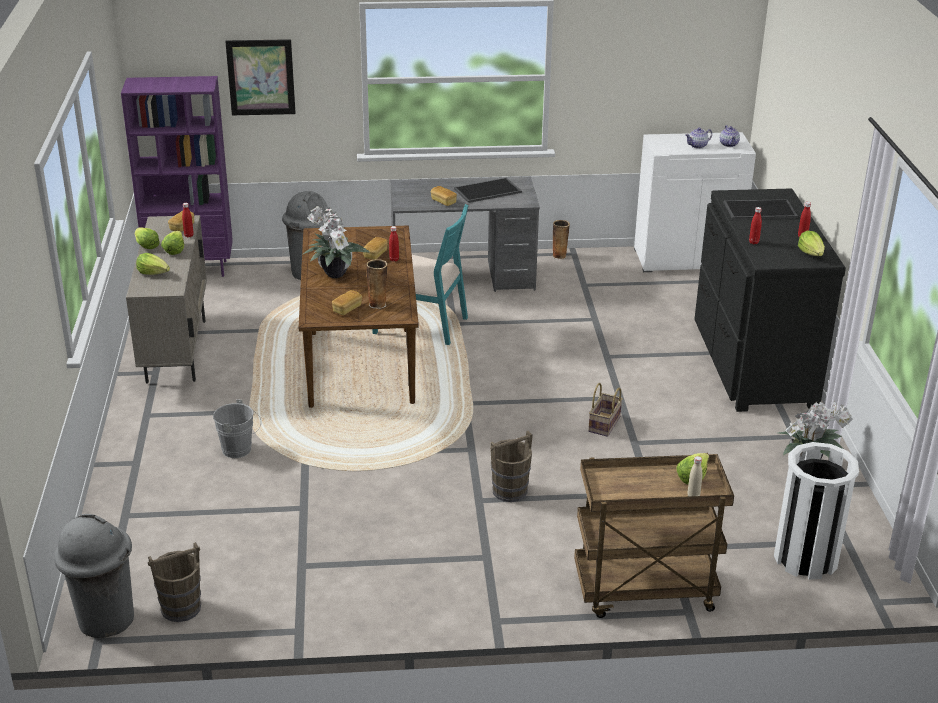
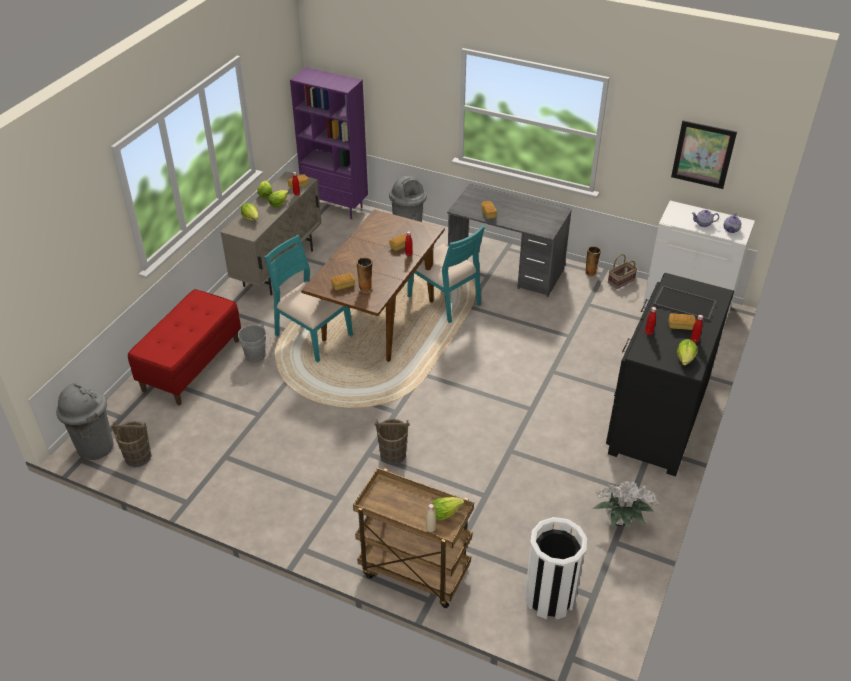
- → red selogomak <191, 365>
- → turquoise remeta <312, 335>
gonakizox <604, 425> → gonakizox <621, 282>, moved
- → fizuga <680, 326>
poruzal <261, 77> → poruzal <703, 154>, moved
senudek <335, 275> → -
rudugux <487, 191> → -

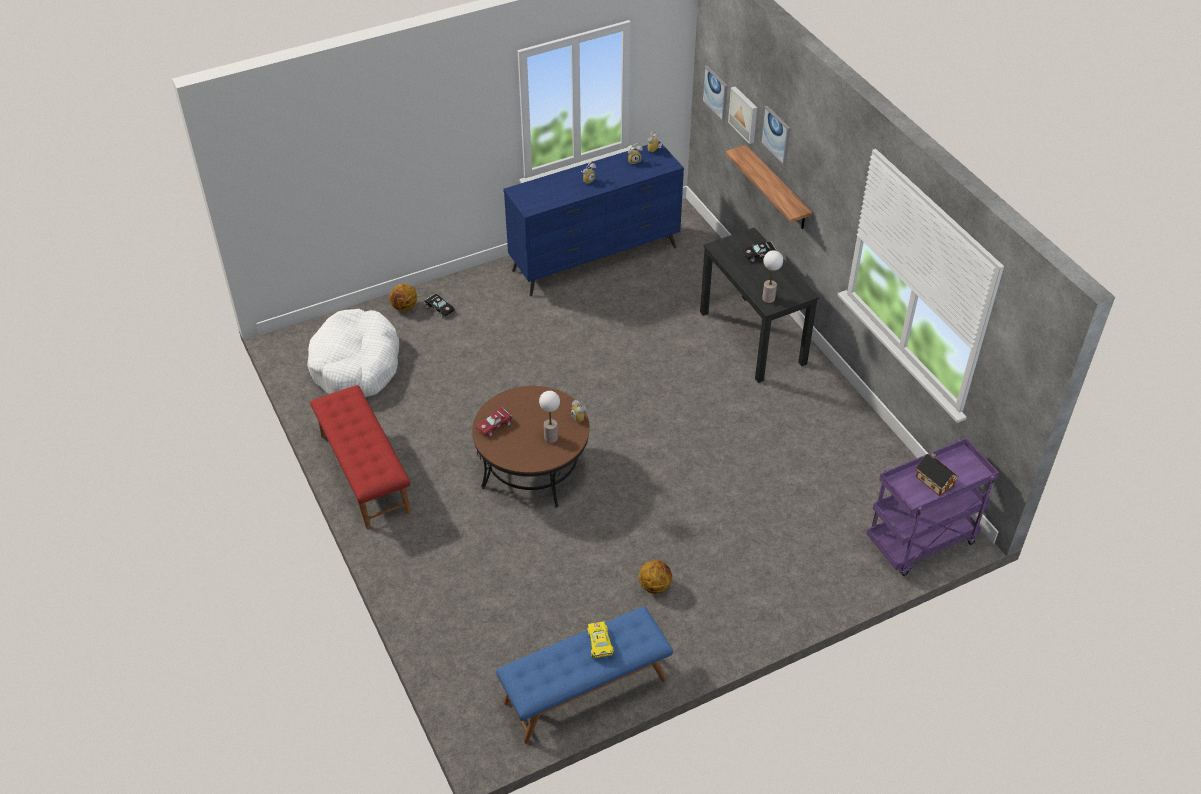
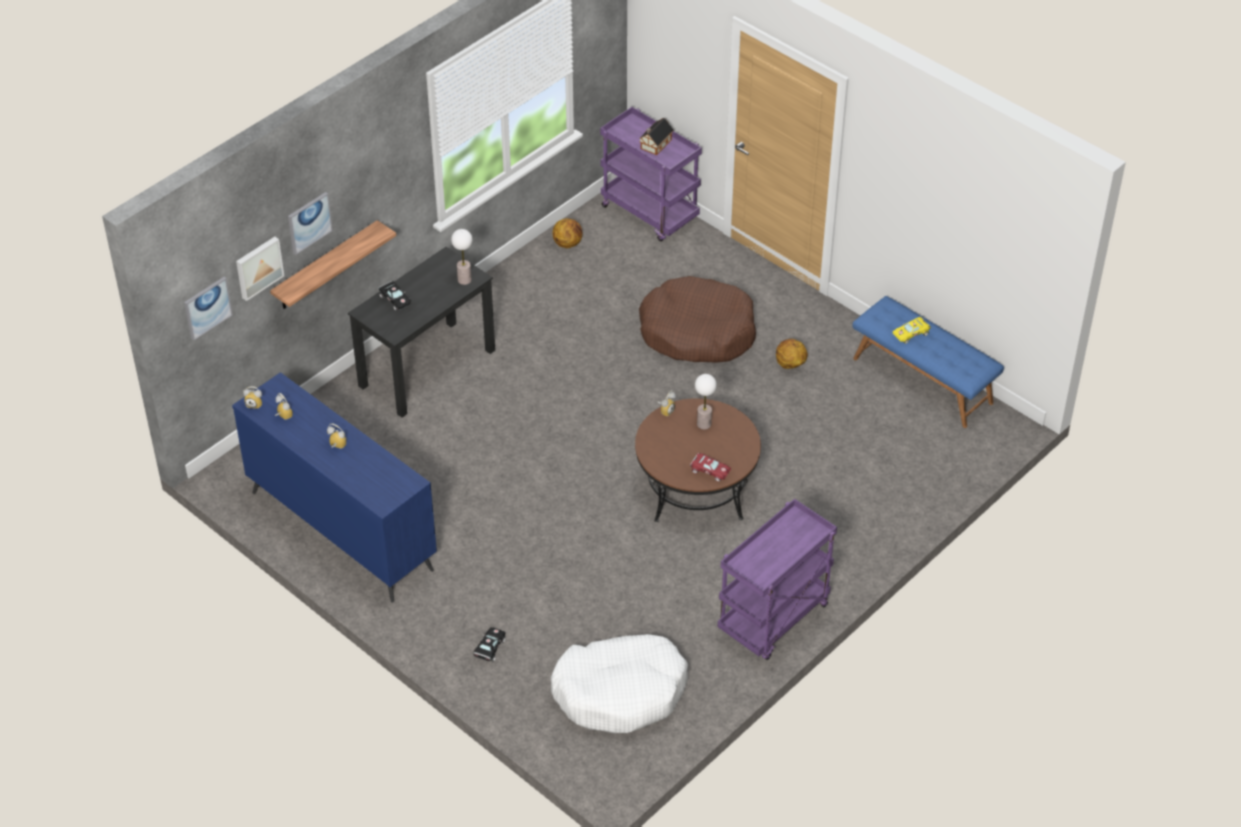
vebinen <404, 307> → vebinen <568, 243>, moved
- → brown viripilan <697, 332>
red selogomak <364, 473> → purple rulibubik <773, 620>

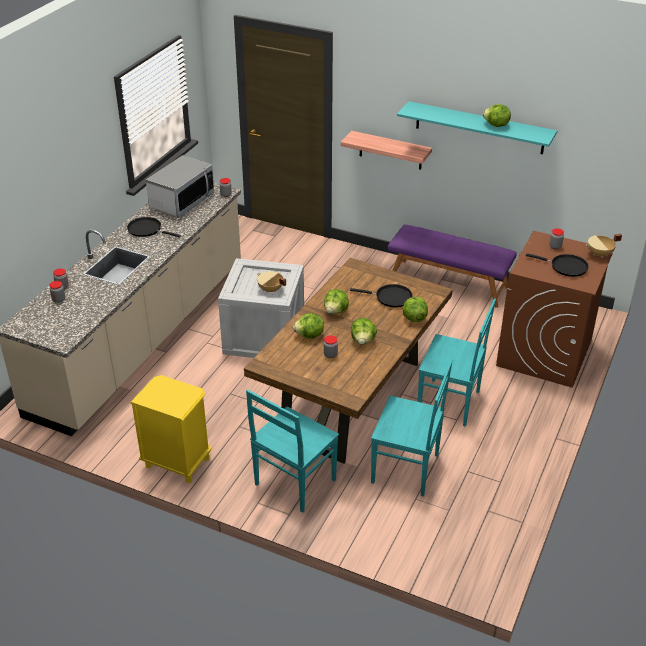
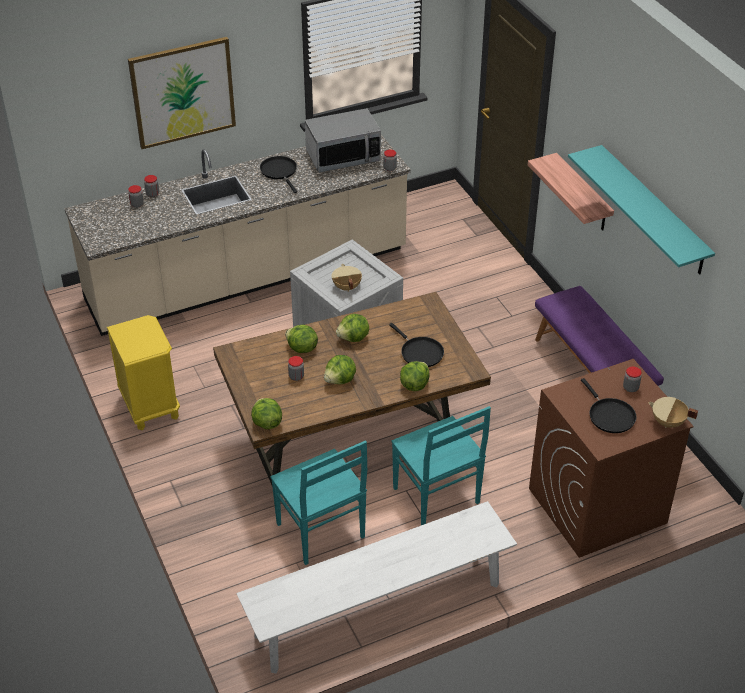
- → poruzal <183, 92>
- → white selogomak <378, 610>
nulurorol <496, 125> → nulurorol <266, 423>, moved
turquoise remeta <293, 483> → -

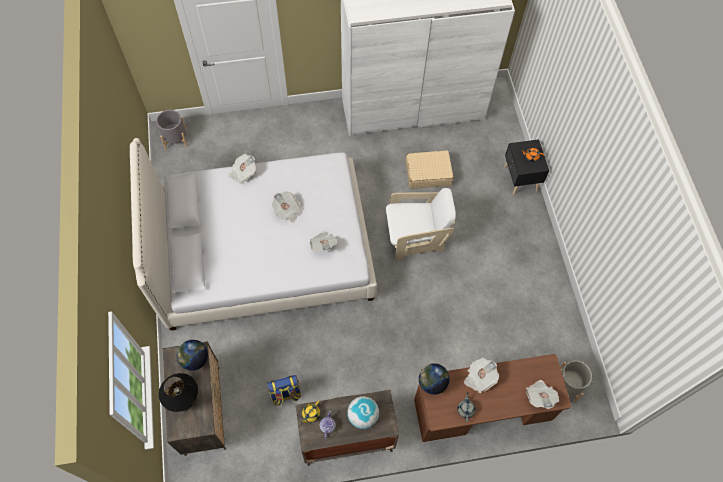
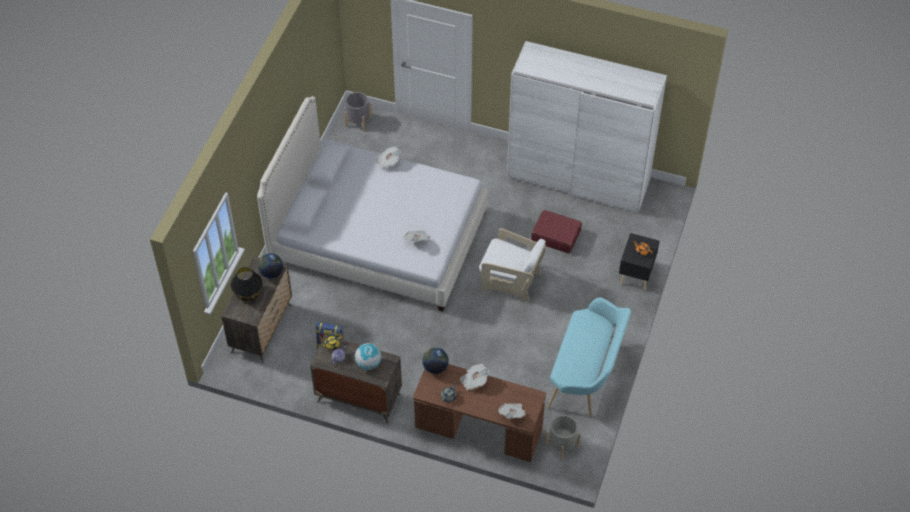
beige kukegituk <427, 173> → red kukegituk <555, 236>
- → turquoise selogomak <586, 375>
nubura <287, 211> → -

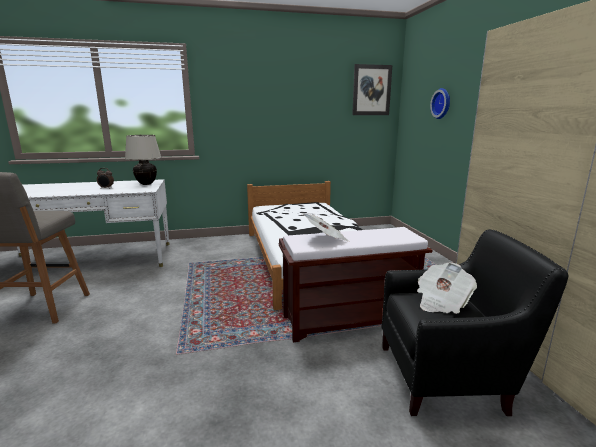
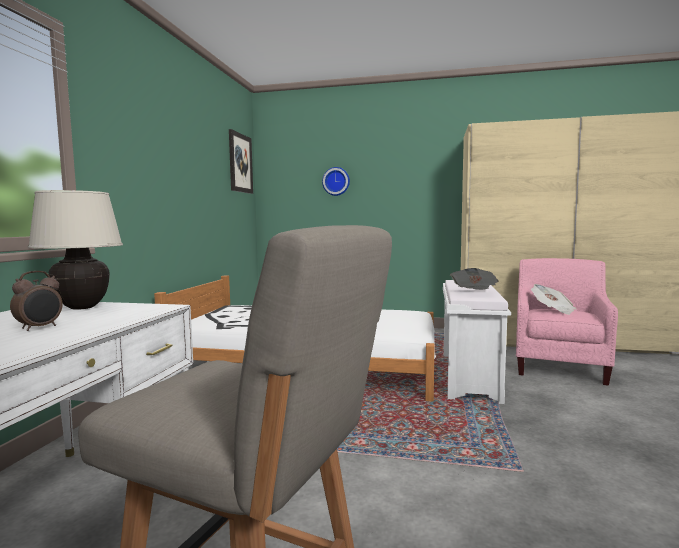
brown selogomak <350, 319> → white selogomak <468, 375>
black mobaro <448, 377> → pink mobaro <560, 366>

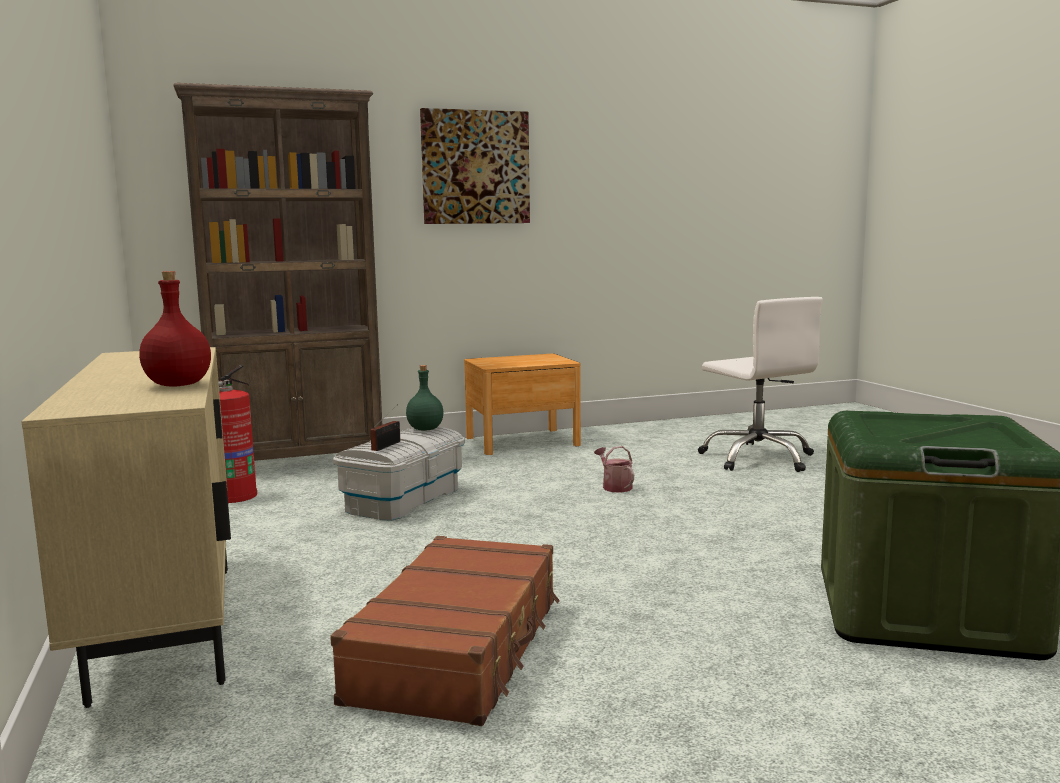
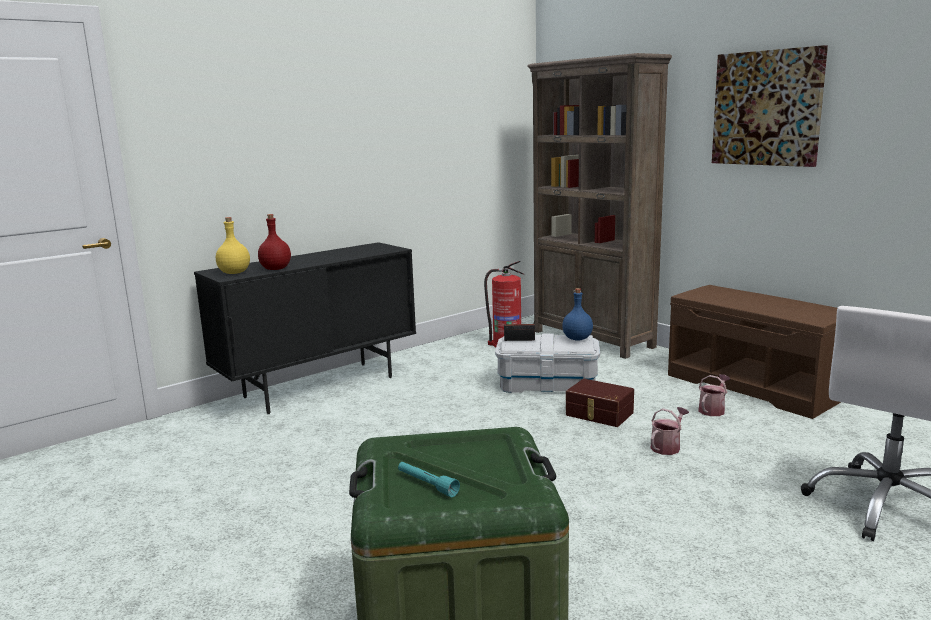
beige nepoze <167, 628> → black nepoze <320, 387>
- → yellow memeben <235, 273>
- → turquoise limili <427, 484>
green memeben <425, 429> → blue memeben <577, 339>
- → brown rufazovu <599, 414>
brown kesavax <522, 441> → brown selogomak <755, 386>
- → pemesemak <713, 409>
brown kukegituk <460, 648> → -

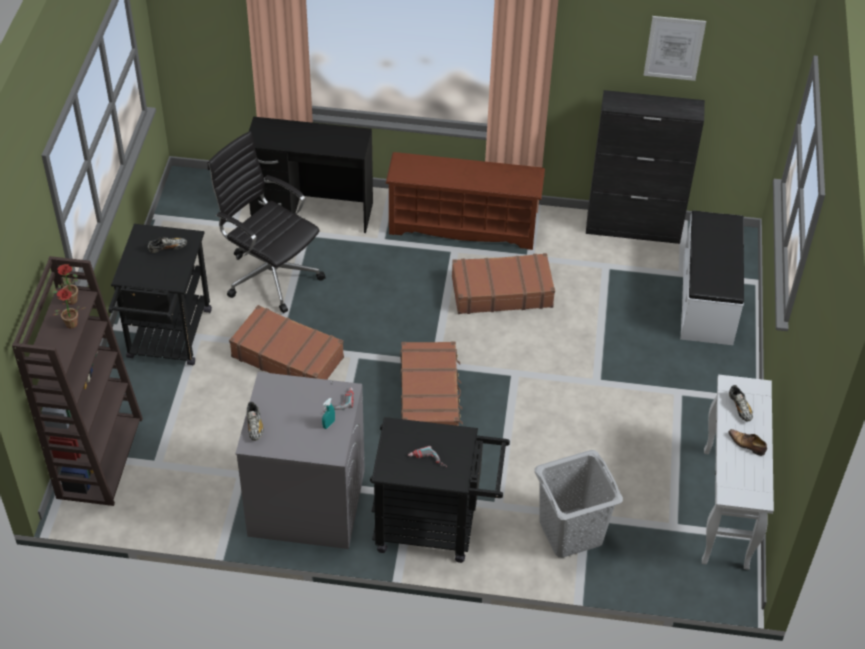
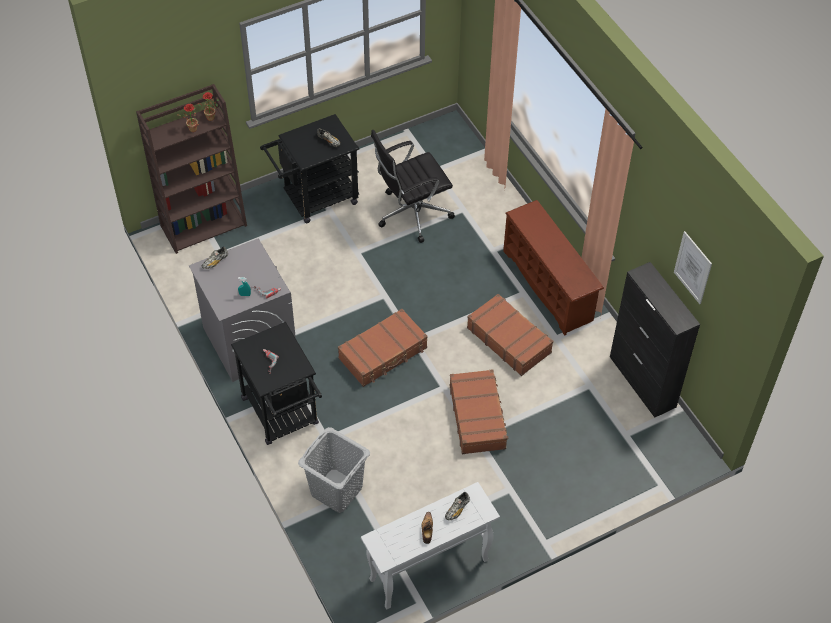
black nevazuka <270, 274> → black nevazuka <411, 214>, 120 degrees counterclockwise
brown kukegituk <287, 356> → brown kukegituk <478, 417>, moved
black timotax <312, 211> → -
white selogomak <708, 299> → -

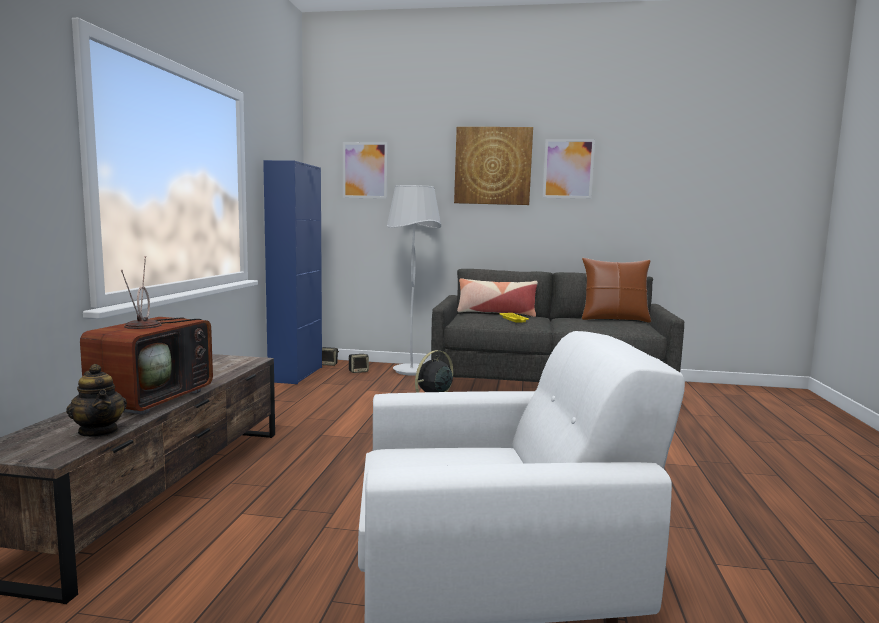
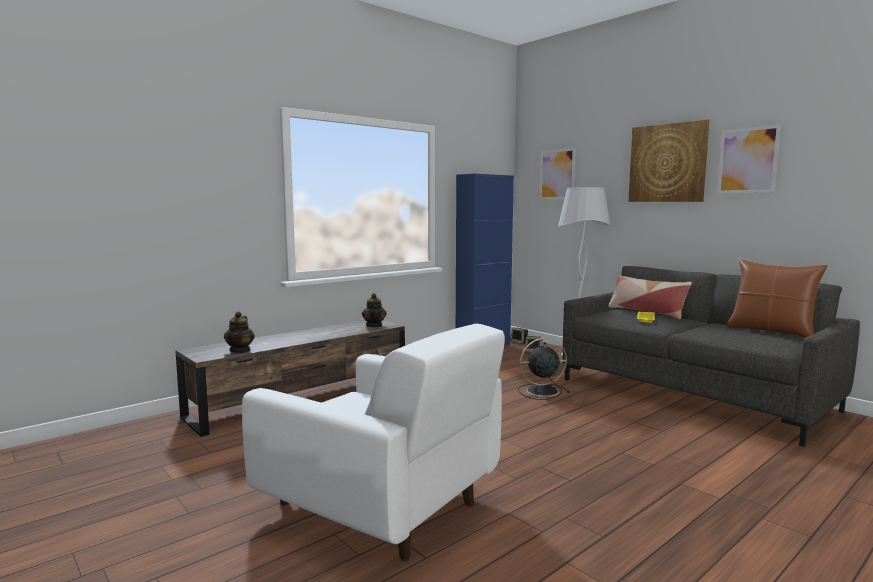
- → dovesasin <374, 325>
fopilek <153, 399> → -

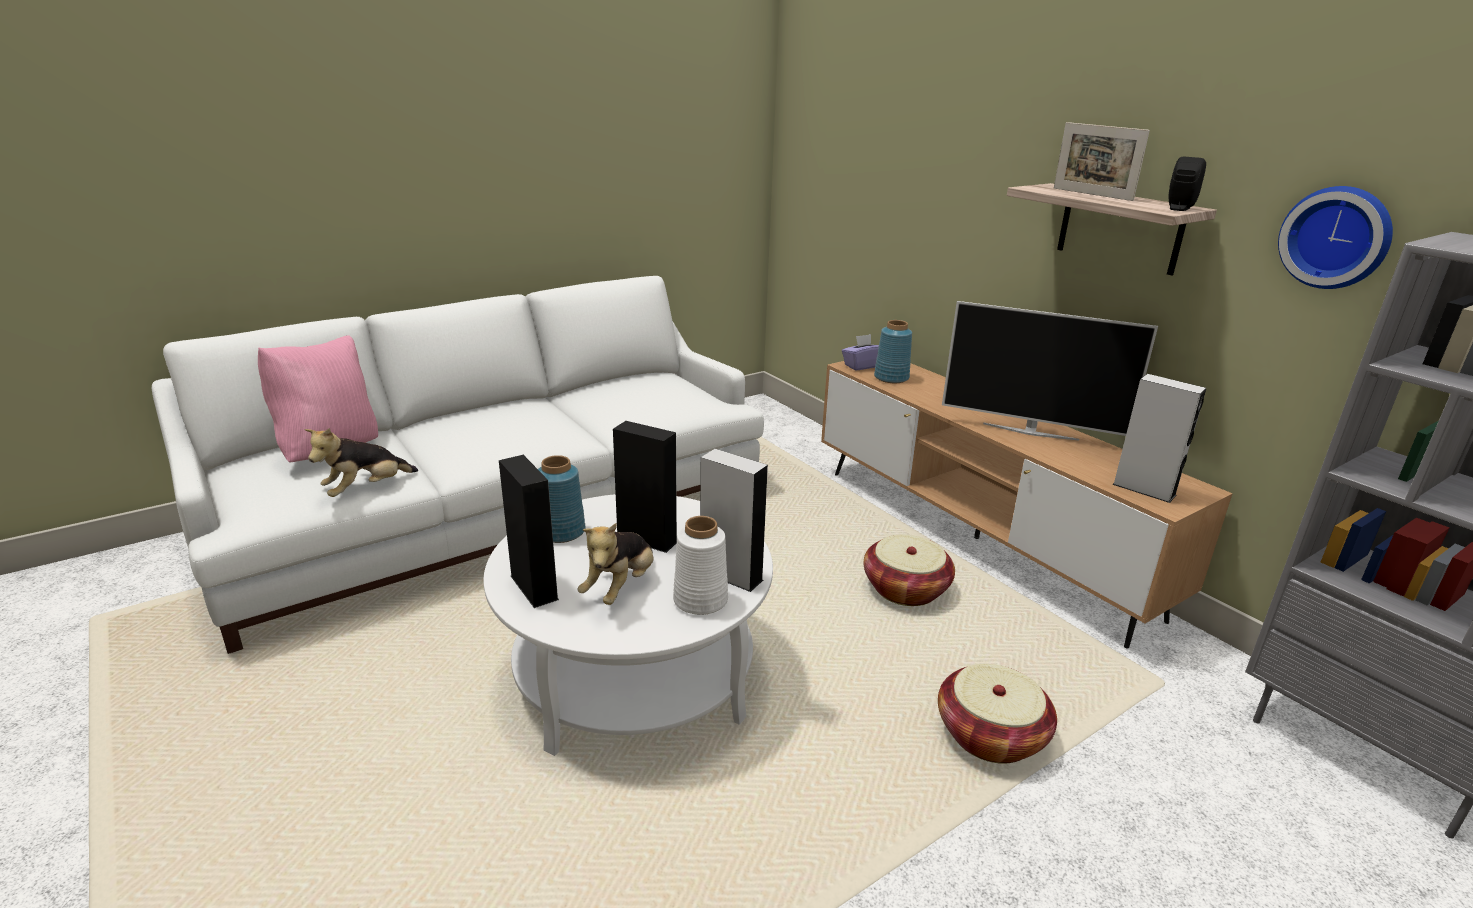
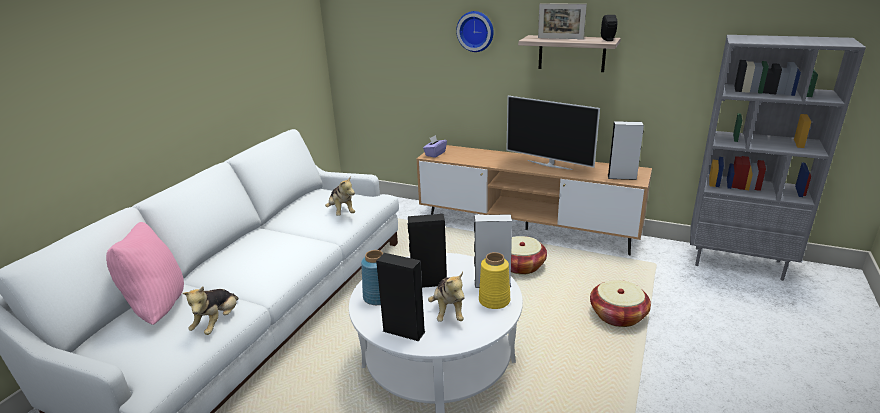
- → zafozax <341, 212>
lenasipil <1337, 237> → lenasipil <476, 31>, moved
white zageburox <700, 601> → yellow zageburox <494, 301>
fopilek <1030, 431> → fopilek <549, 165>, 45 degrees clockwise
blue zageburox <892, 378> → -

